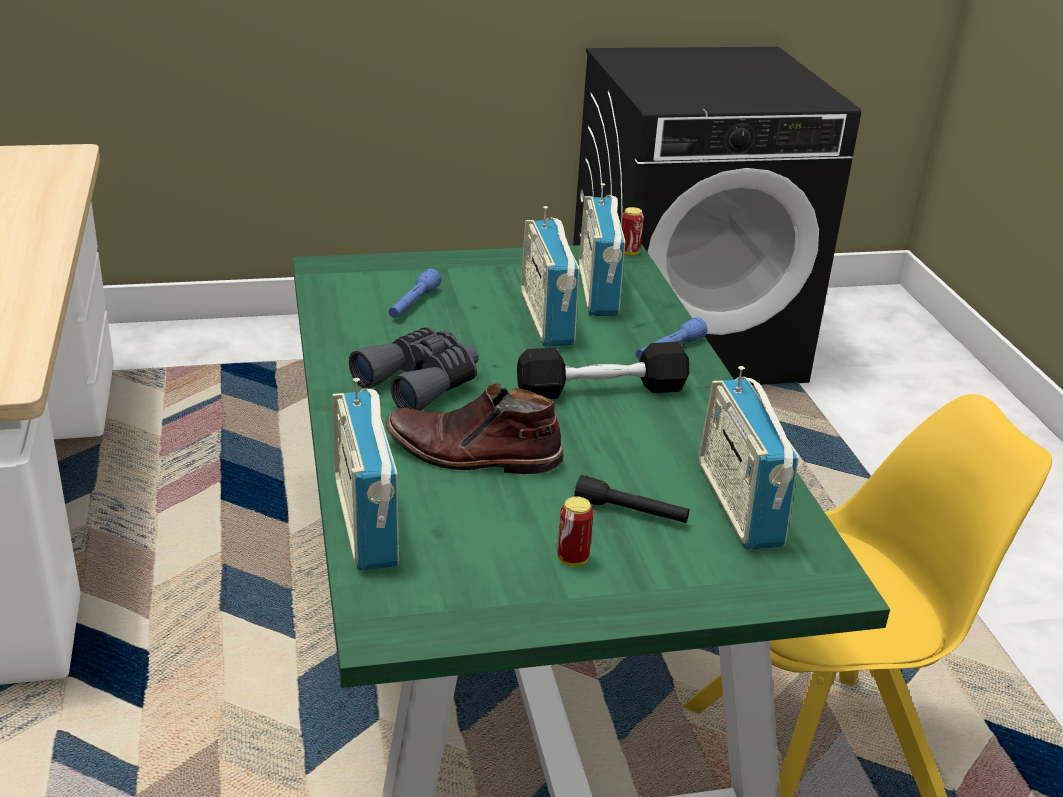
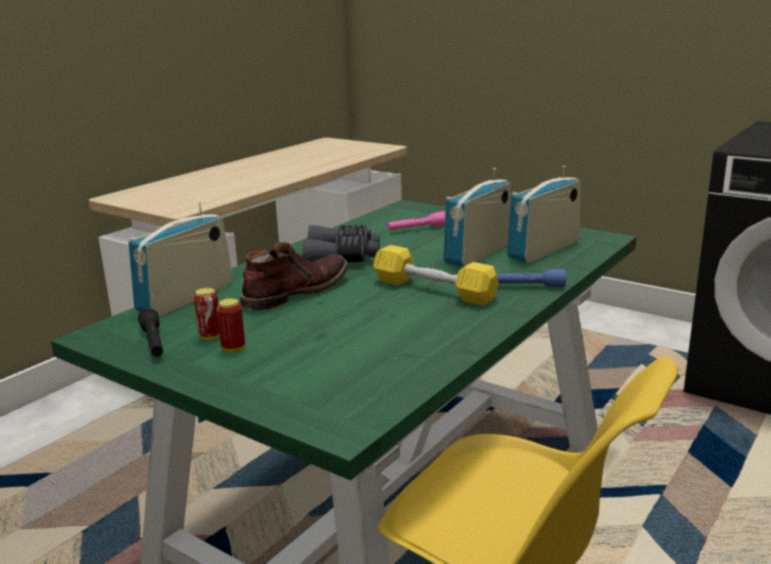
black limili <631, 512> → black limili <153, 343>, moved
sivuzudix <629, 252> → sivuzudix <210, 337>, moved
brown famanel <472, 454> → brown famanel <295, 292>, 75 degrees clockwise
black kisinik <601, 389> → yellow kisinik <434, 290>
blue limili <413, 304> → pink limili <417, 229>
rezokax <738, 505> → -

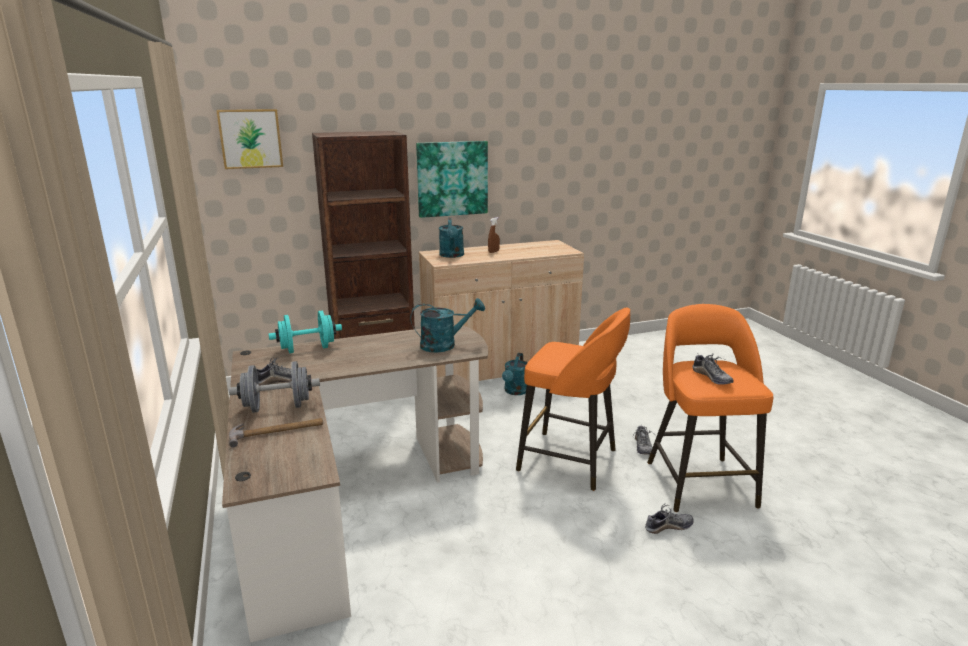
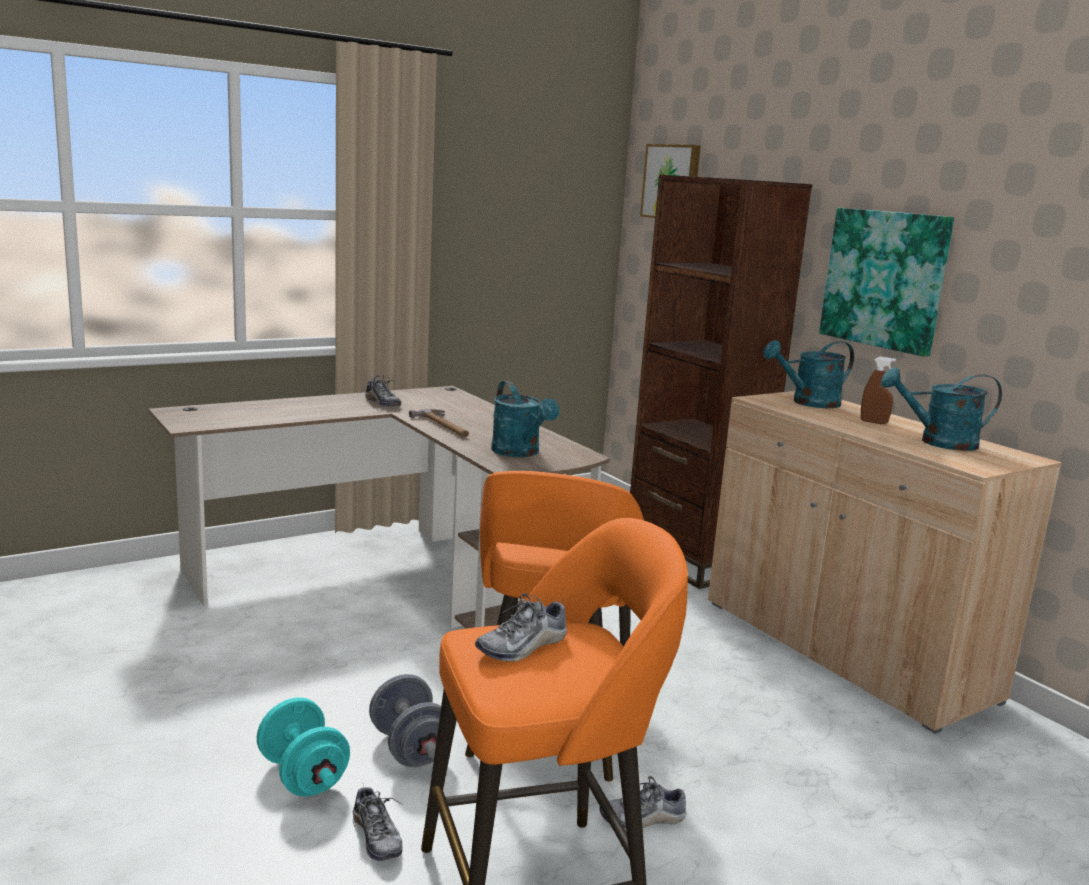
turquoise kisinik <307, 349> → turquoise kisinik <303, 776>, moved
grey kisinik <278, 407> → grey kisinik <410, 748>, moved
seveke <277, 431> → seveke <443, 426>, moved
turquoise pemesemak <515, 391> → turquoise pemesemak <938, 442>, moved

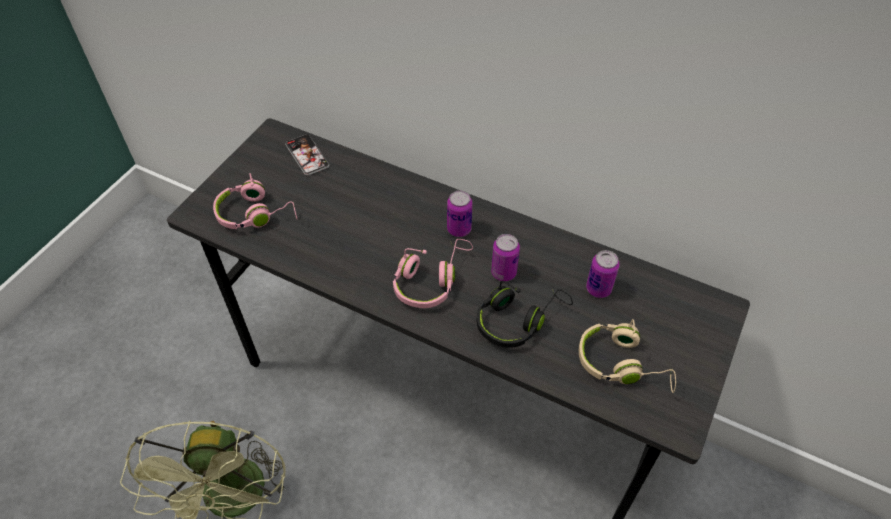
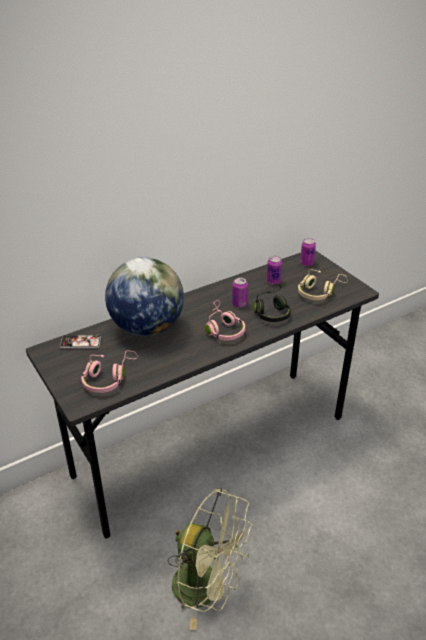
- → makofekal <147, 328>
sivuzudix <459, 229> → sivuzudix <306, 263>, moved

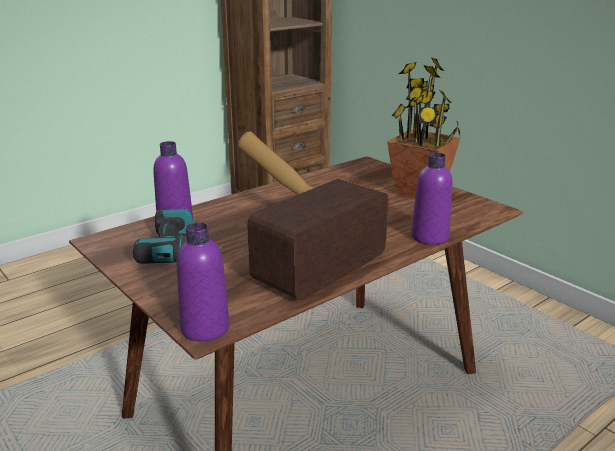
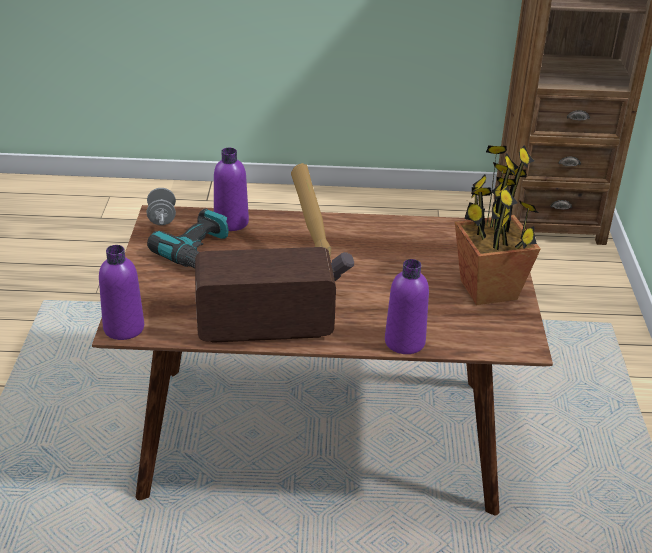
- → grey kisinik <162, 218>

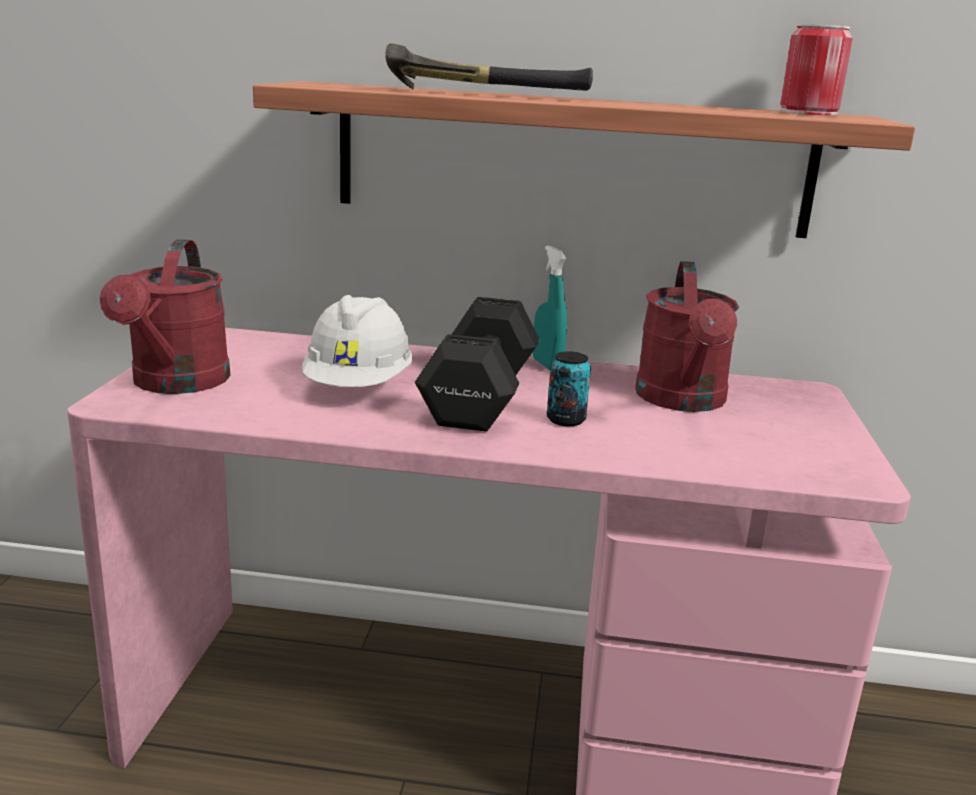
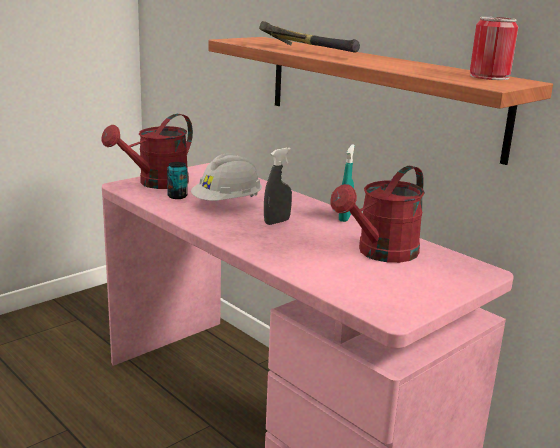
sivuzudix <565, 420> → sivuzudix <177, 196>, moved
black kisinik <482, 395> → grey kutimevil <277, 222>

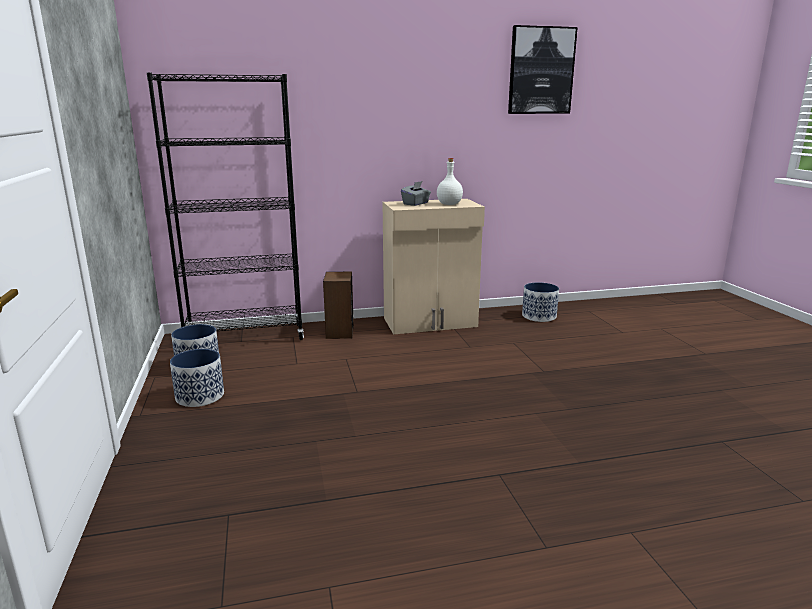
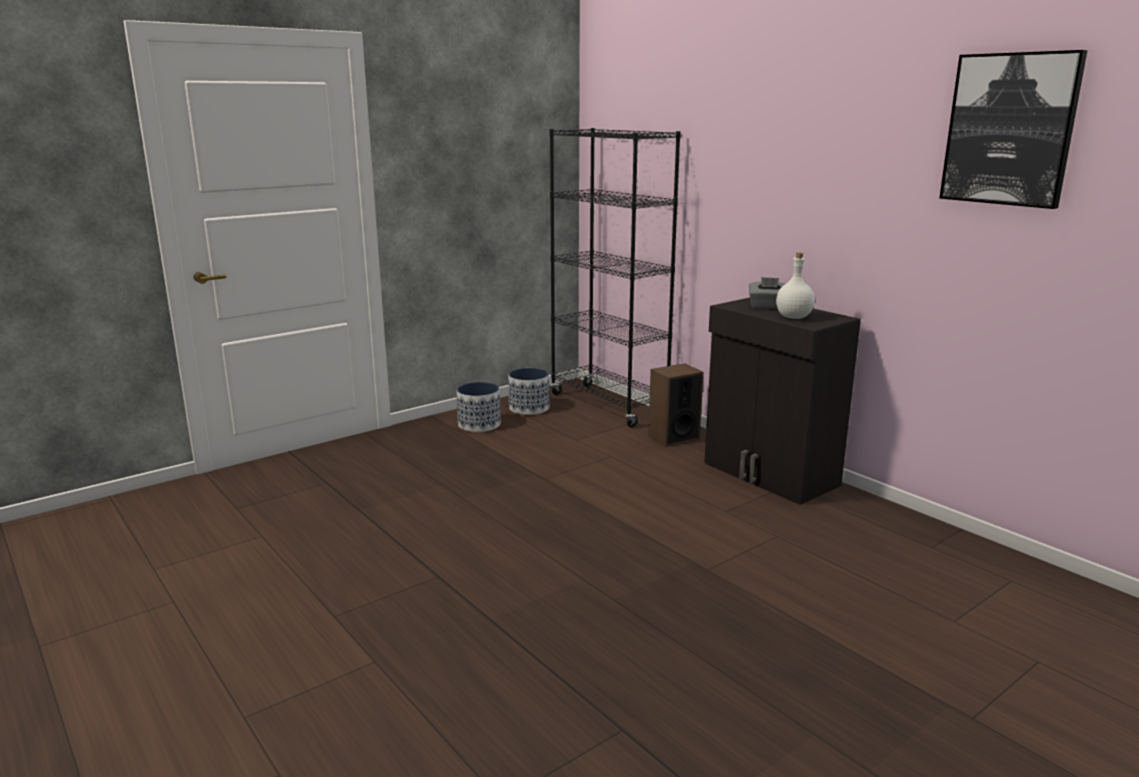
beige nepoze <431, 323> → black nepoze <770, 475>
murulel <539, 316> → -

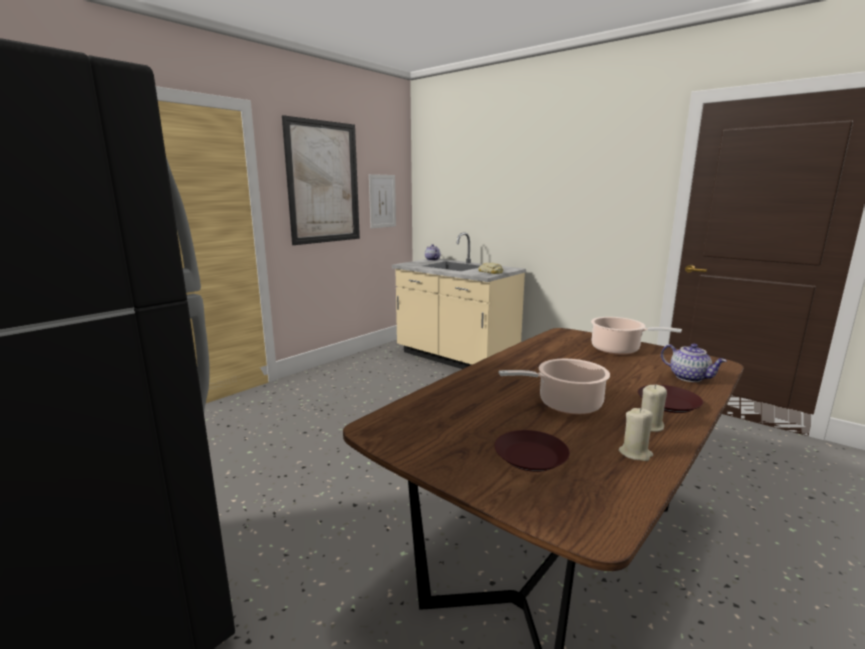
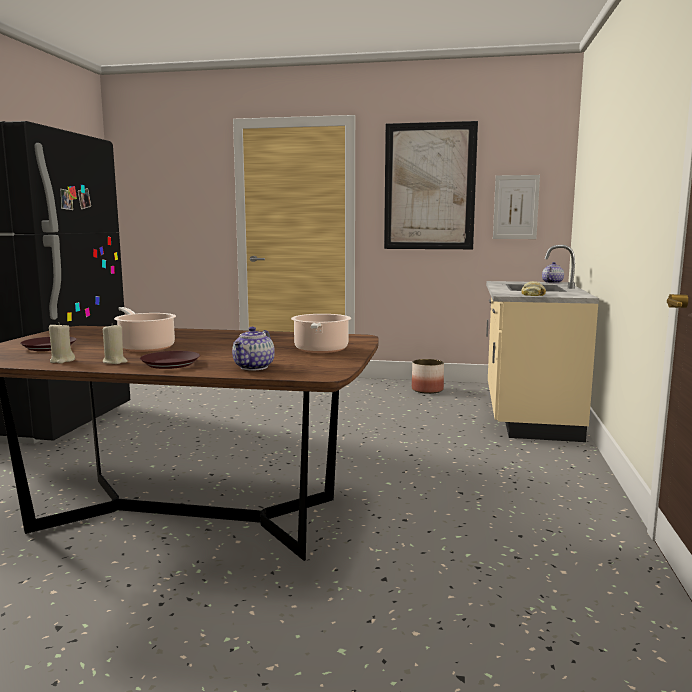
- → murulel <427, 390>

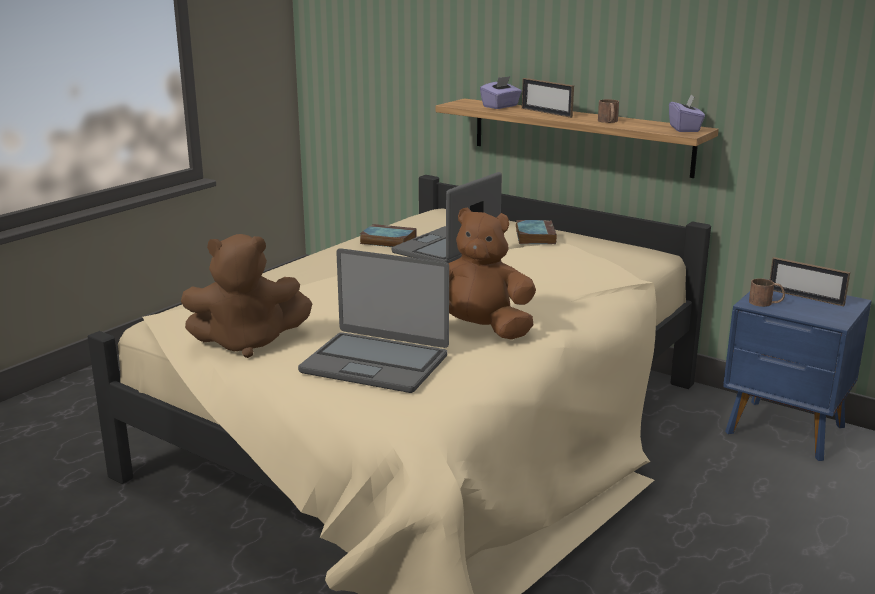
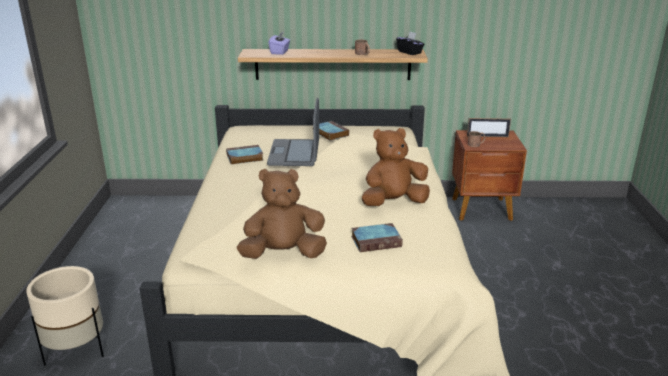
- → beige murulel <75, 350>
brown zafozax <247, 343> → brown zafozax <283, 254>, 150 degrees counterclockwise
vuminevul <375, 363> → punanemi <377, 241>
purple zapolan <685, 129> → black zapolan <409, 52>
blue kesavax <786, 431> → brown kesavax <482, 210>
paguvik <546, 112> → -

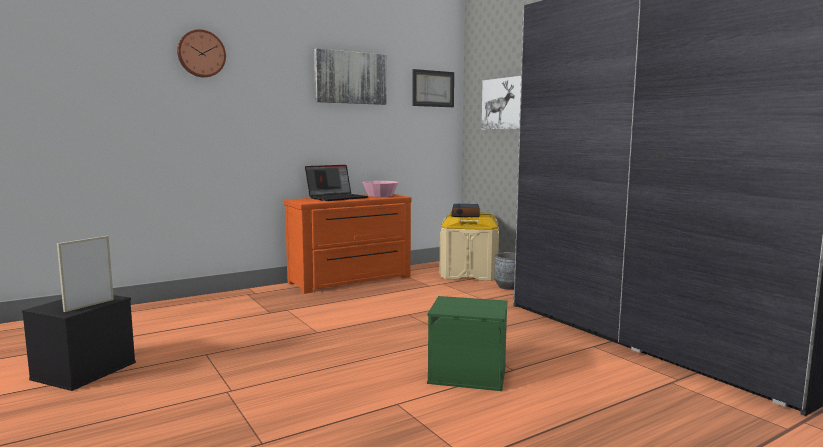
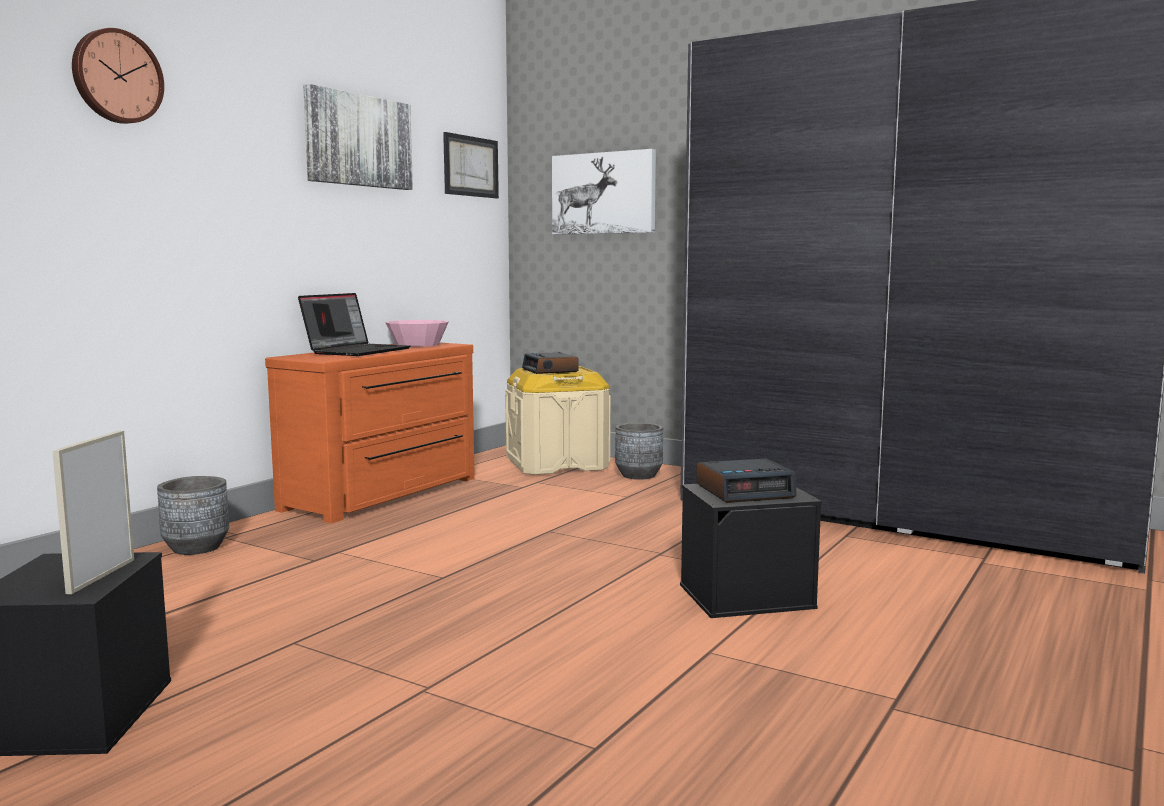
- → grey murulel <196, 548>
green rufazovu <469, 374> → black rufazovu <747, 595>
- → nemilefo <745, 491>

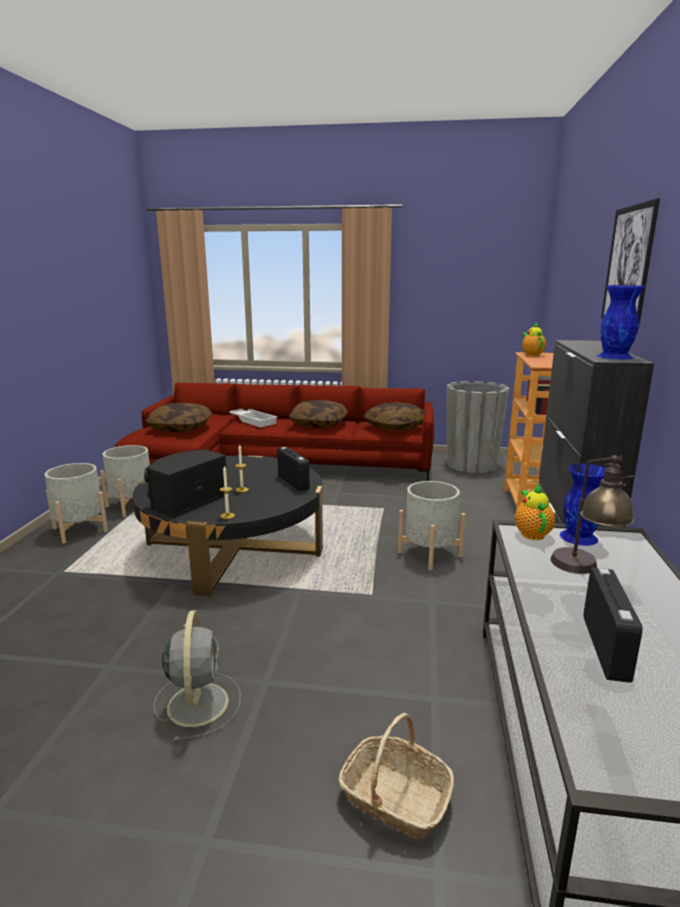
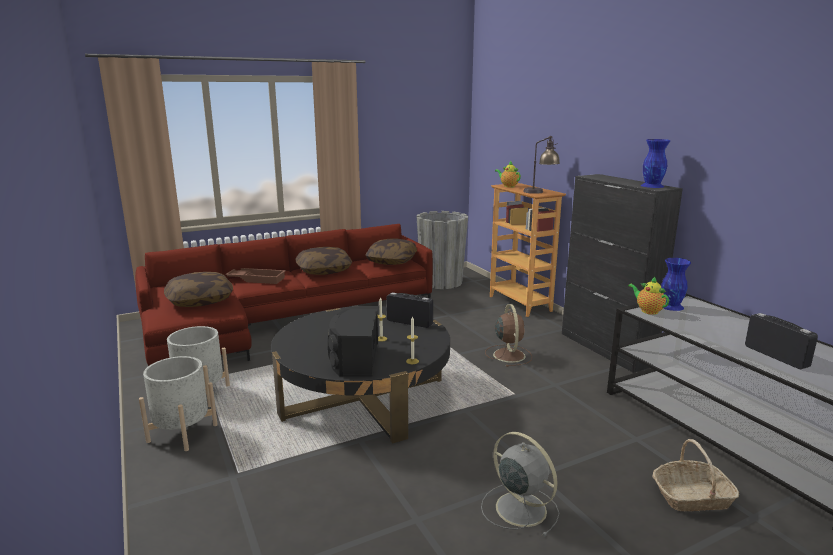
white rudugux <254, 420> → brown rudugux <257, 279>
grey murulel <429, 554> → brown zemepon <508, 354>
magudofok <585, 571> → magudofok <540, 192>, moved
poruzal <628, 265> → -

